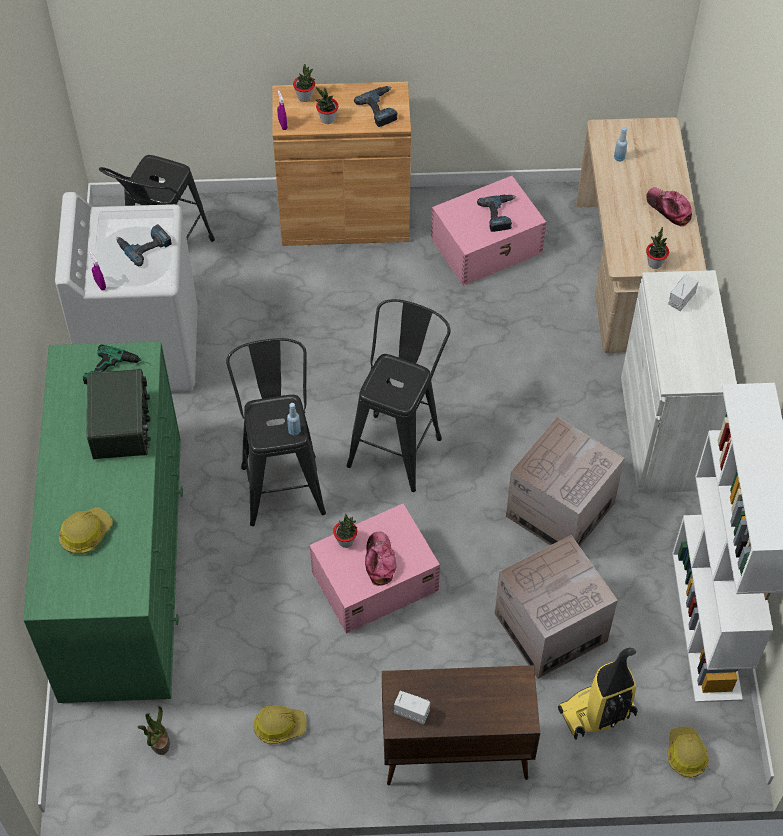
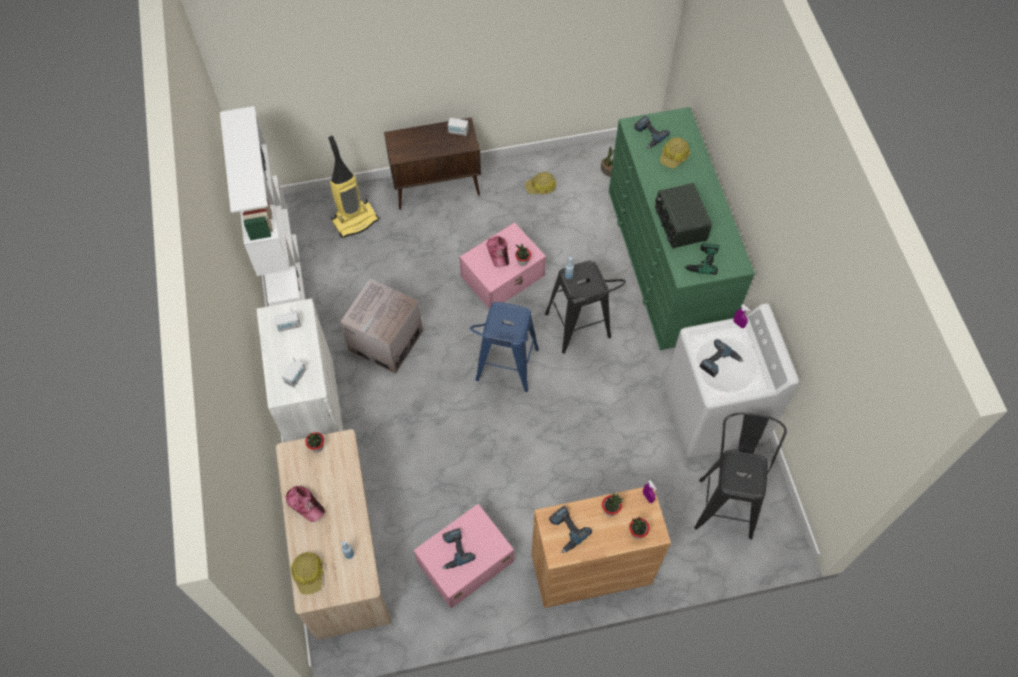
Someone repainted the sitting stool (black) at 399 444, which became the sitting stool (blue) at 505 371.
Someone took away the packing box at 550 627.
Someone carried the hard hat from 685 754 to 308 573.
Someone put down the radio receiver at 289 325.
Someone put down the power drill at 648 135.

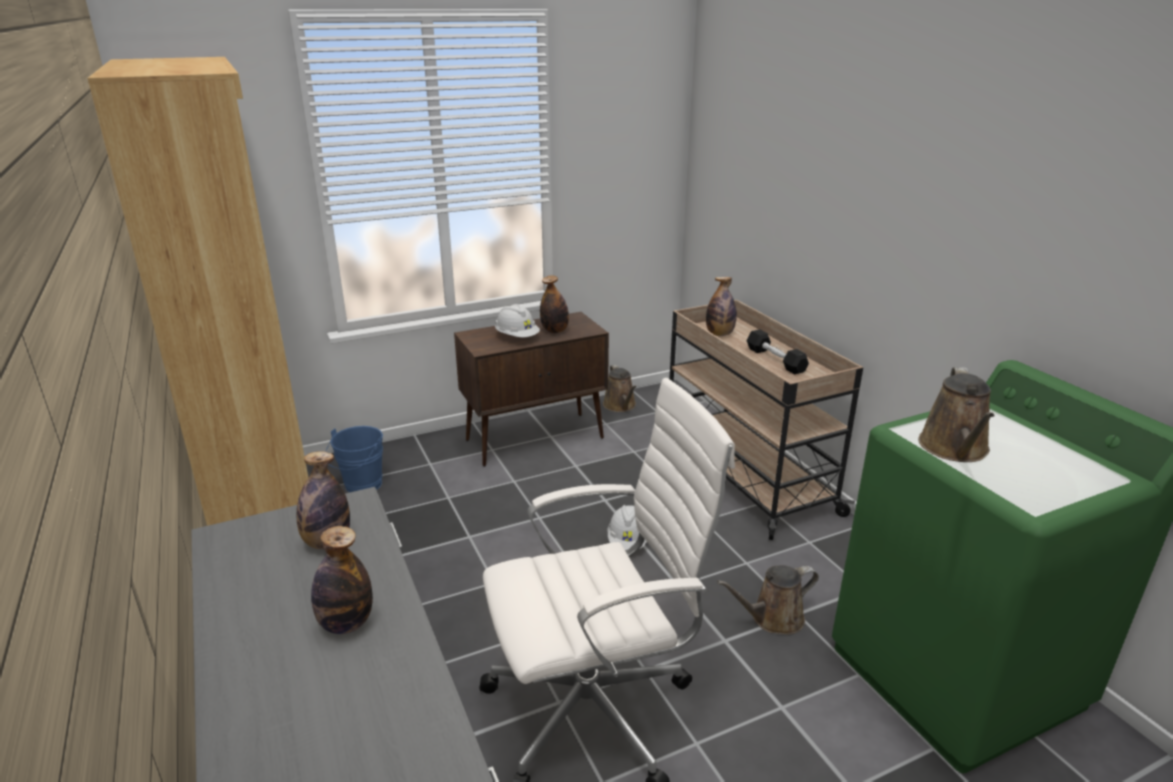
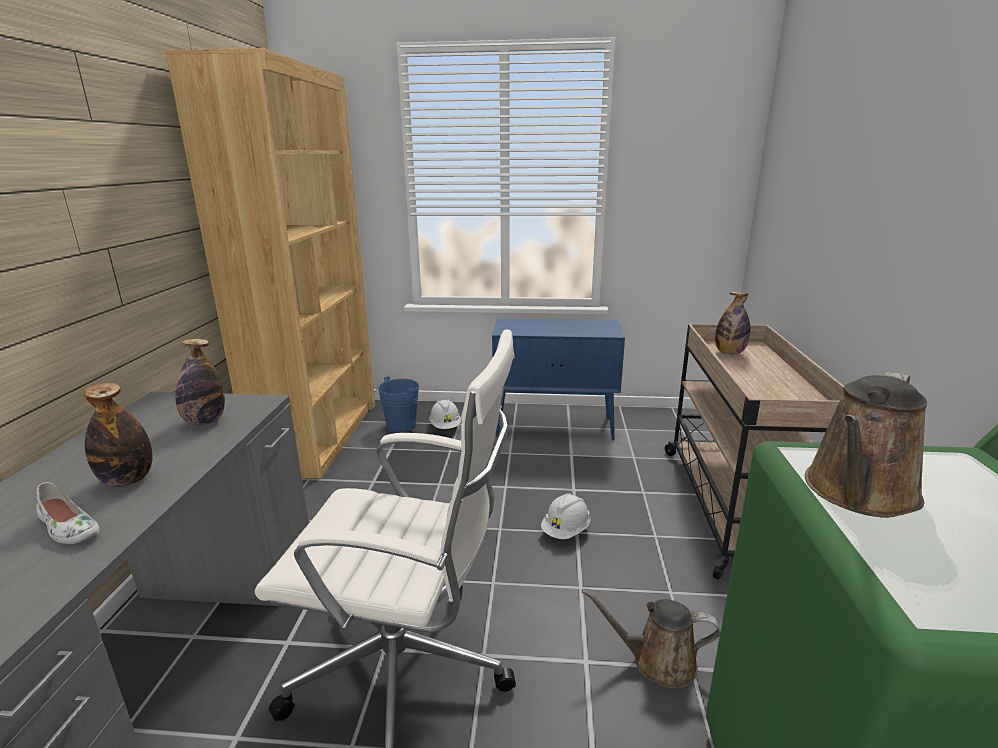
Someone repainted the cabinet (brown) at 536 439, which became the cabinet (blue) at 555 426.
Someone carried the hard hat (white-coloured) from 517 337 to 445 426.
Someone took away the beverage bottle at 555 331.
Someone took away the sprinkling can (brown) at 620 406.
Someone took away the hand weight (black) at 775 360.
Someone put down the item of footwear (white-coloured) at 68 527.

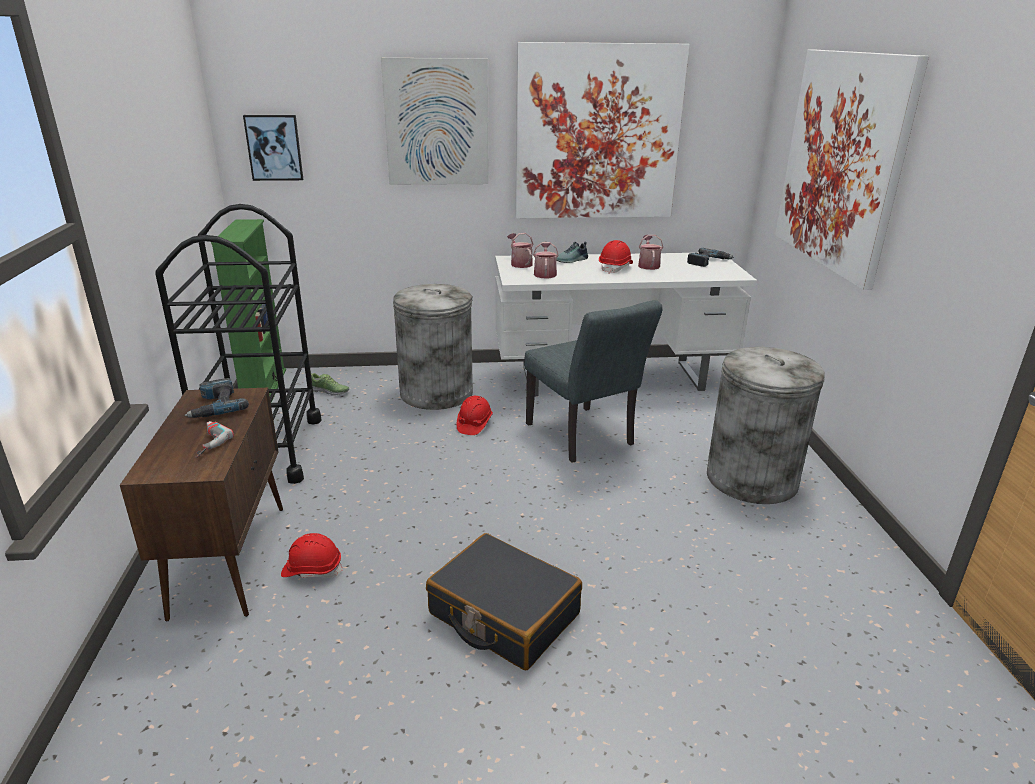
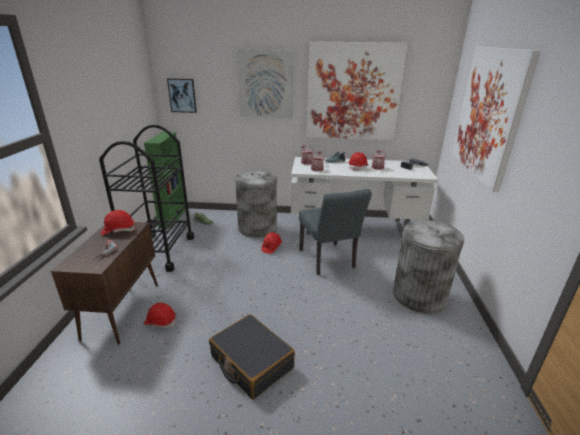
Someone swapped the power drill at 215 405 for the hard hat (reddish) at 118 230.

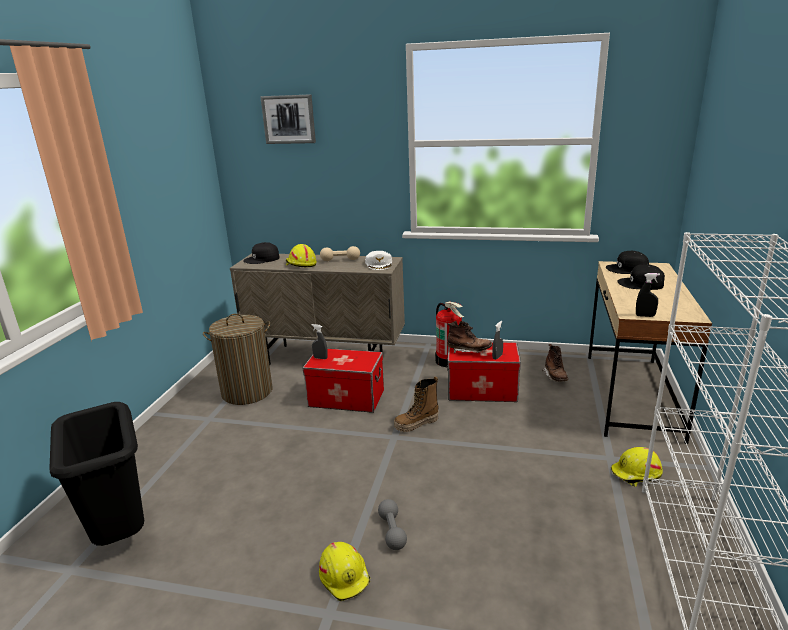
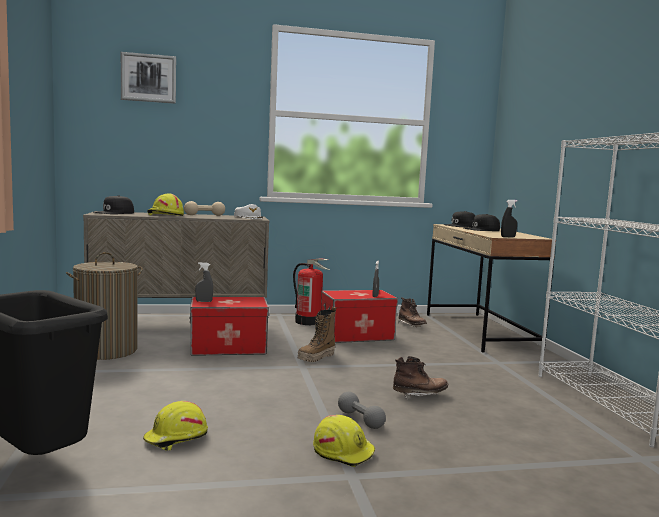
Someone carried the tall boot (brown) from 469 351 to 419 395.
Someone carried the hard hat (yellow) from 636 474 to 176 438.

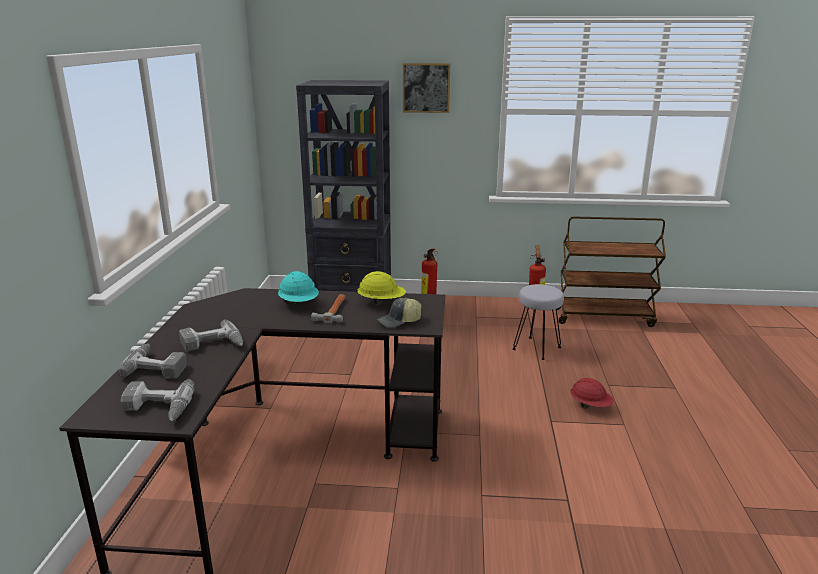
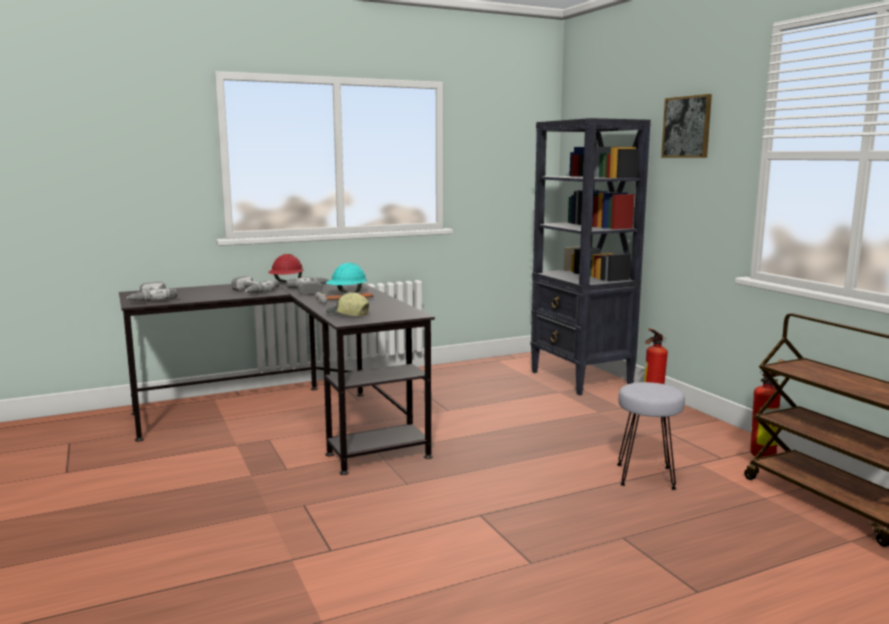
Someone carried the power drill from 158 366 to 312 290.
Someone took away the hard hat (yellow) at 382 302.
Someone carried the hard hat (reddish) from 590 406 to 286 282.

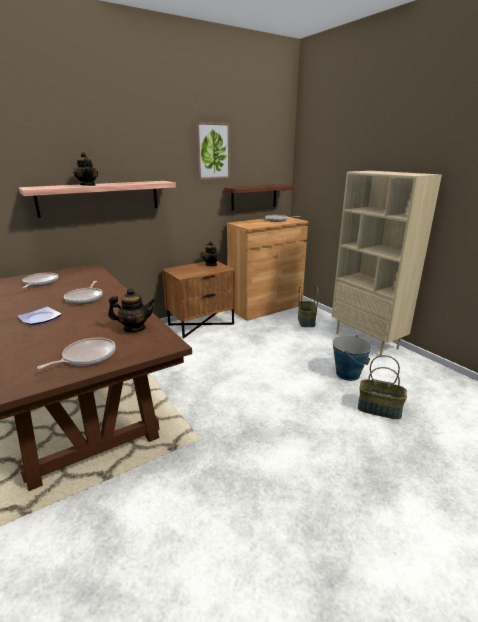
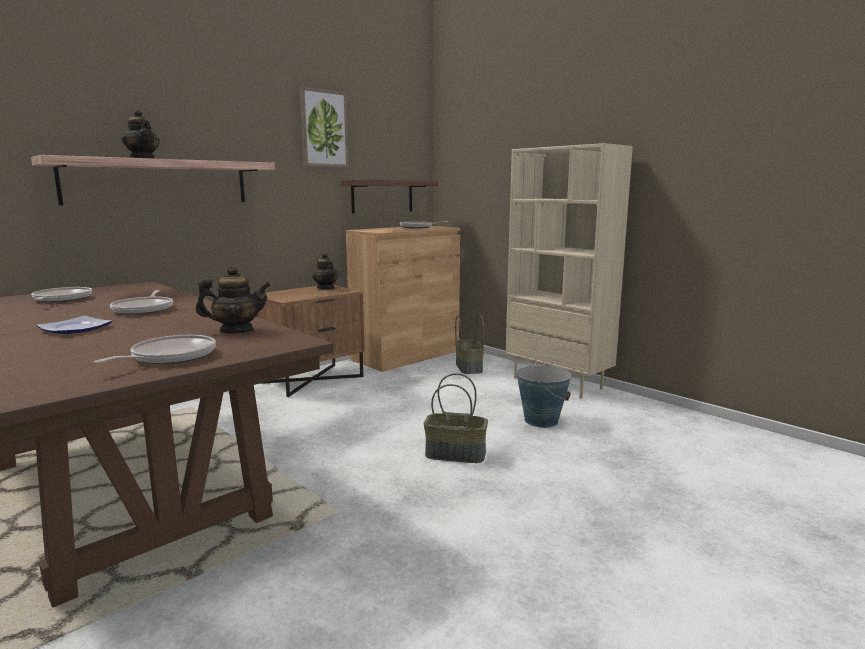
Someone carried the household basket from 379 409 to 456 454.

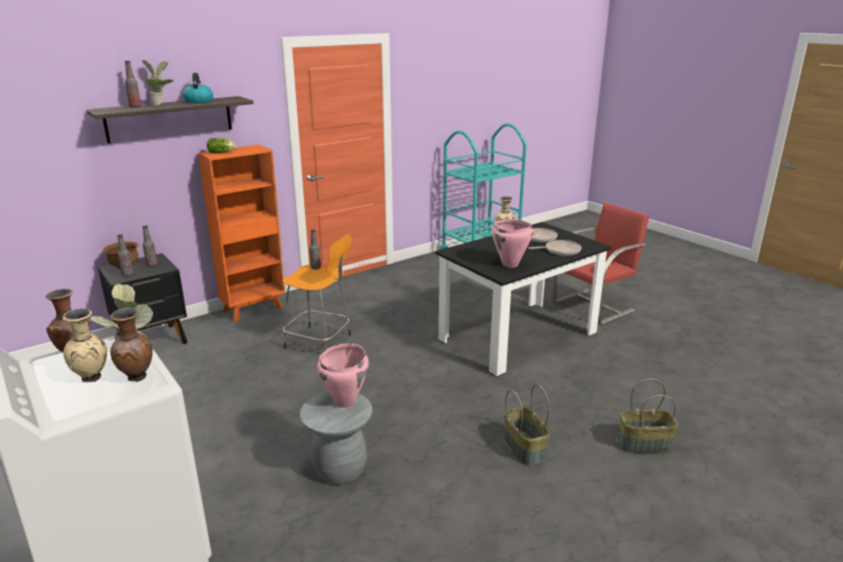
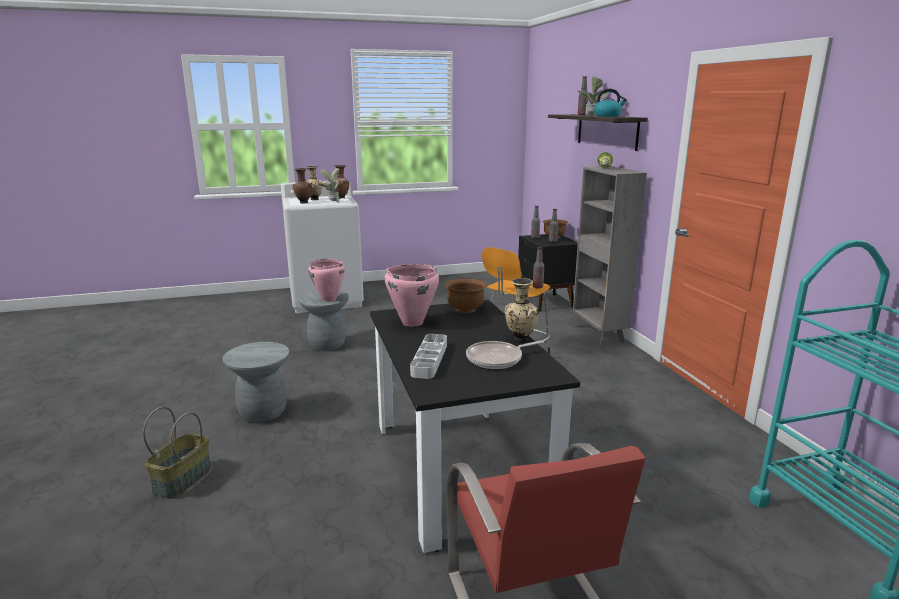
Someone repainted the bookshelf (orange) at 254 309, which became the bookshelf (gray) at 598 334.
Someone swapped the household basket at 525 448 for the sitting stool (gray) at 263 412.
Someone swapped the pan at 560 251 for the serving tray (gray) at 429 359.
Someone put down the serving bowl (brown) at 465 309.

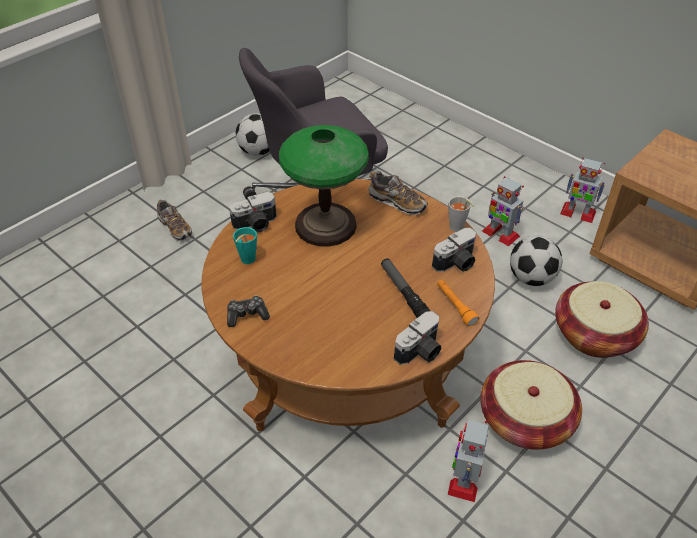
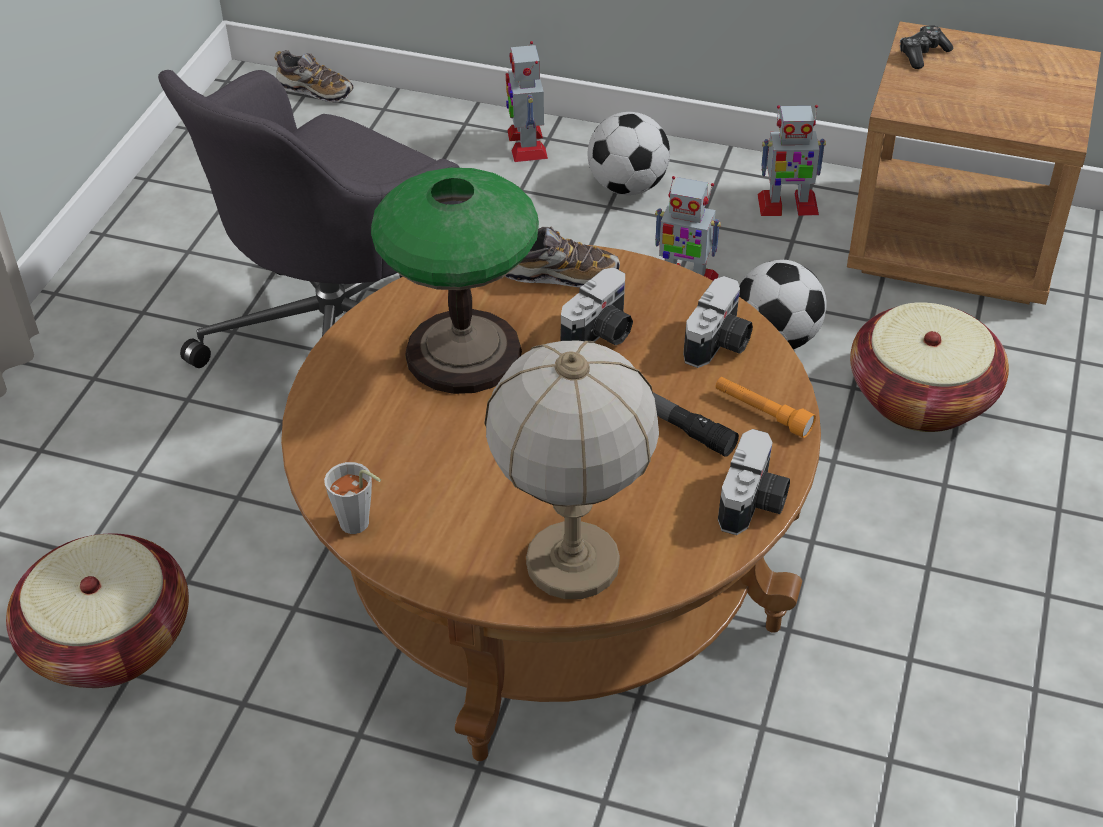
Someone carried the item of footwear from 175 228 to 315 90.
Someone carried the joypad from 247 315 to 922 54.
Someone carried the still camera from 256 224 to 601 334.
Someone took away the cup (blue-green) at 246 261.
Someone carried the ball for football from 258 151 to 627 186.
Someone carried the cup (gray) from 458 229 to 359 526.
Someone carried the toy robot from 464 478 to 526 144.
Someone carried the household basket from 525 420 to 110 640.
Someone put down the tabletop lamp at 572 564.

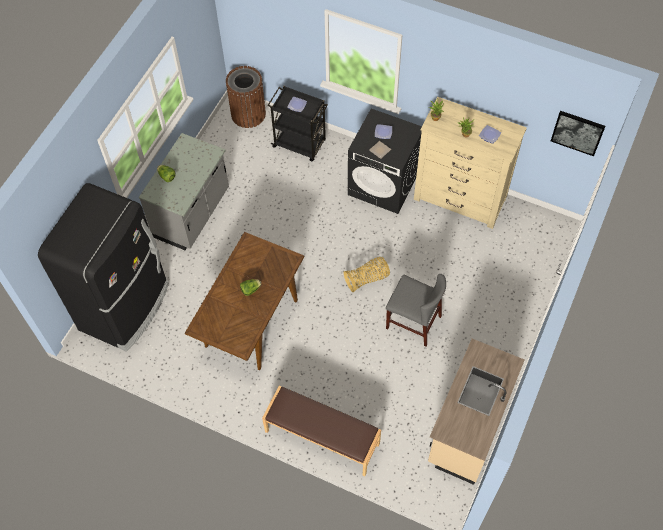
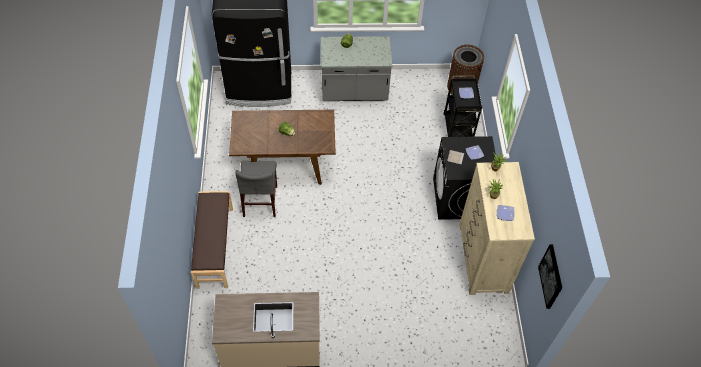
Someone took away the household basket at 367 279.
Someone carried the chair (gray) from 413 322 to 260 201.

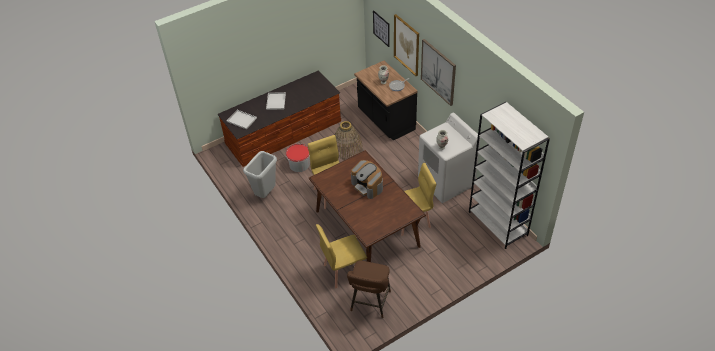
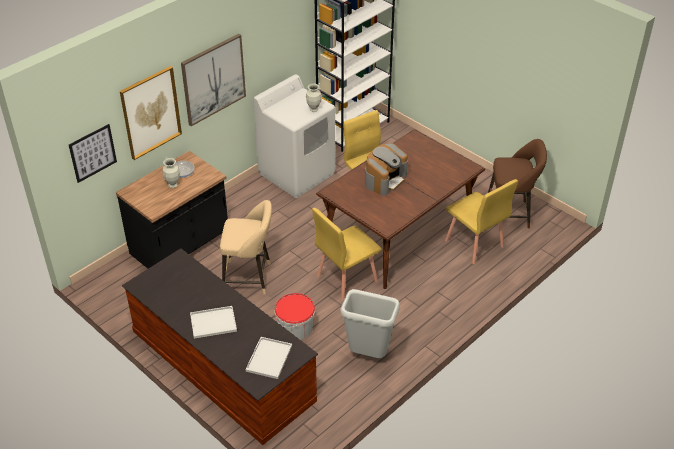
Someone swapped the household basket at 347 149 for the sitting stool (sand-coloured) at 250 278.

